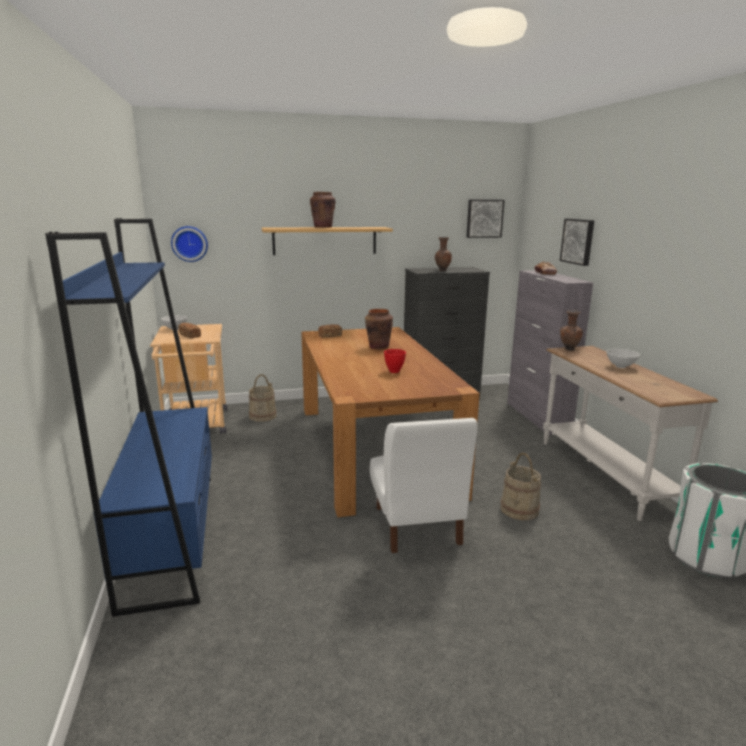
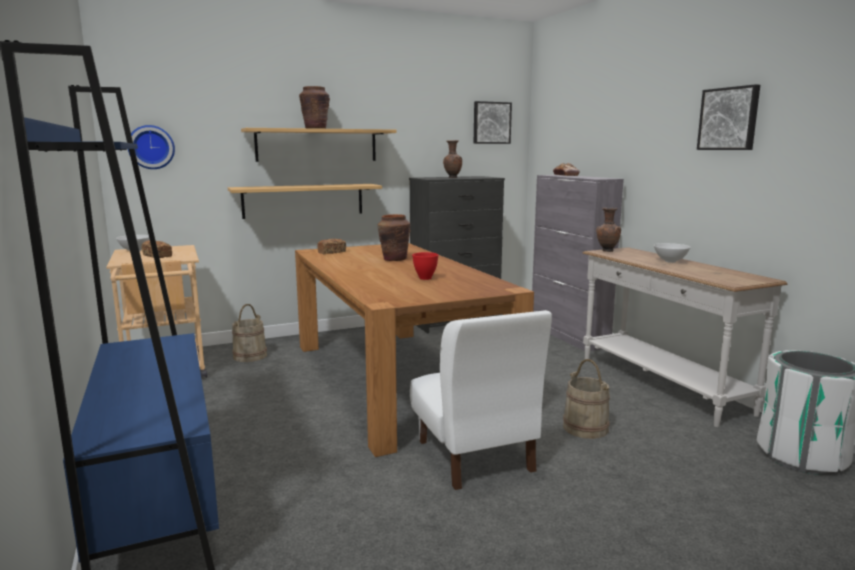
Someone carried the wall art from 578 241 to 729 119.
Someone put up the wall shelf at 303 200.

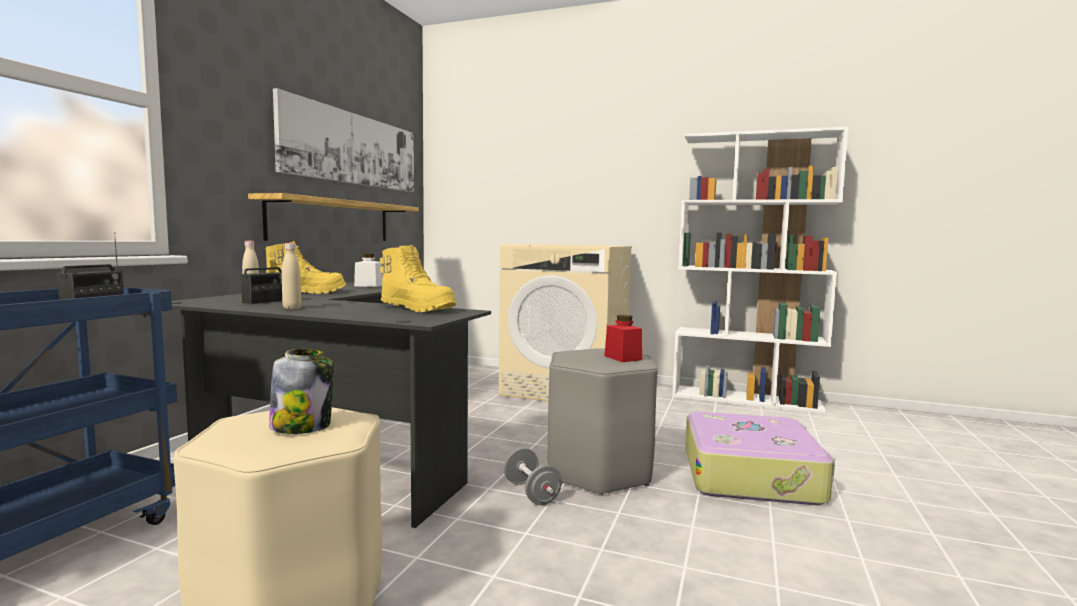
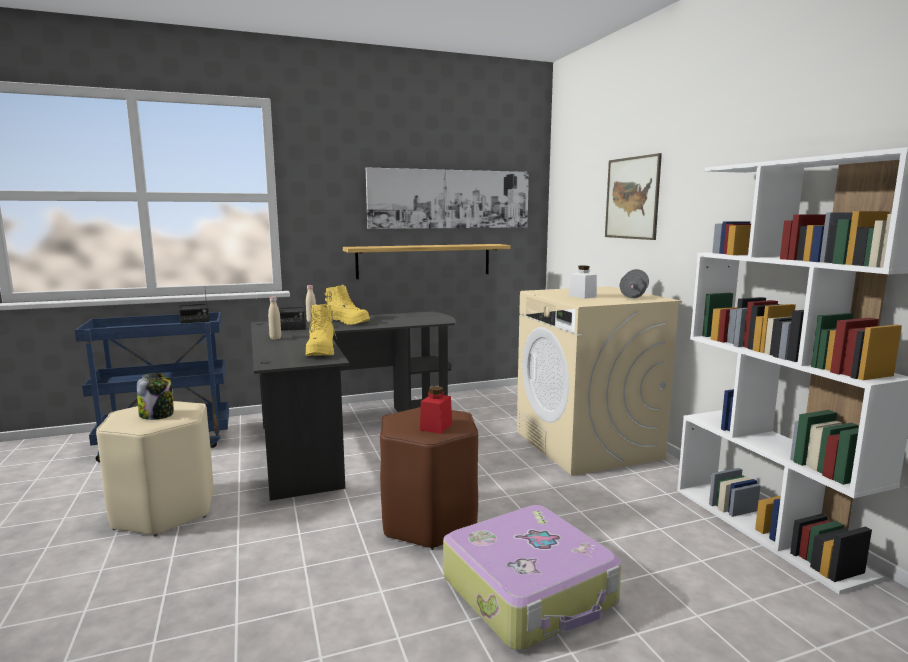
Someone carried the jar (white-coloured) from 368 285 to 582 296.
Someone carried the hand weight (gray) from 531 493 to 633 296.
Someone repainted the sitting stool (gray) at 598 471, which became the sitting stool (brown) at 428 522.
Someone put up the wall art at 632 198.

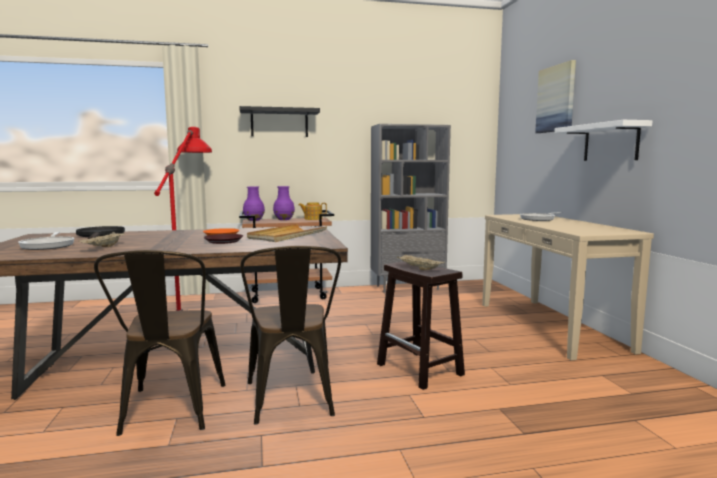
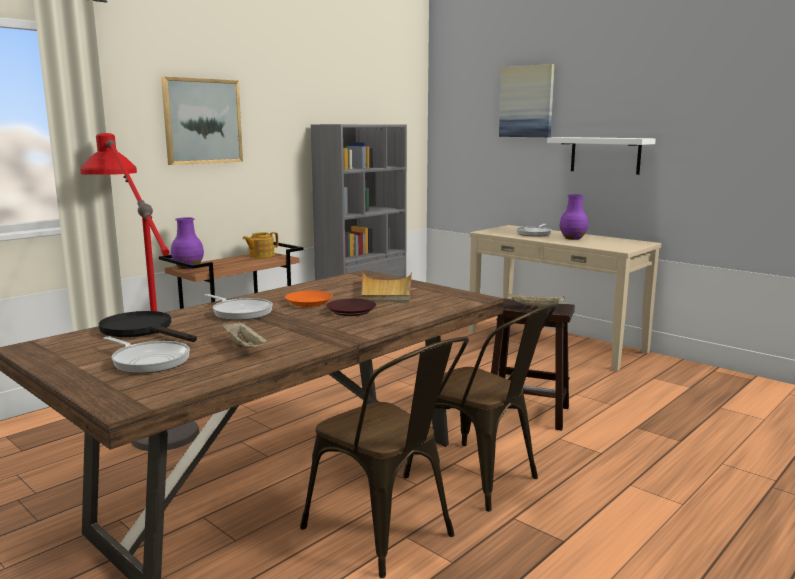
Someone swapped the wall shelf (black) at 279 123 for the wall art at 202 121.
Someone carried the decorative vase (purple-coloured) from 284 219 to 572 238.
Someone put down the pan at 240 312.

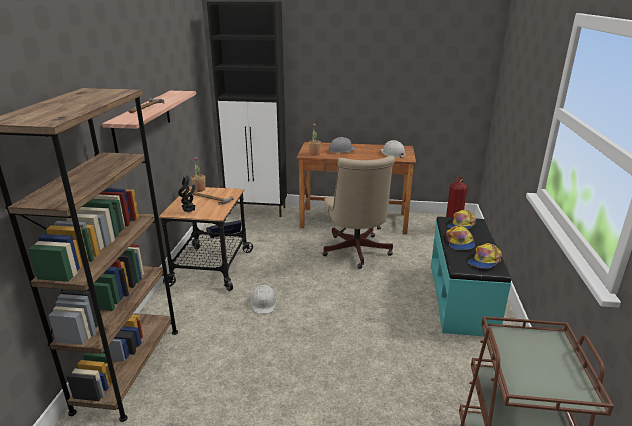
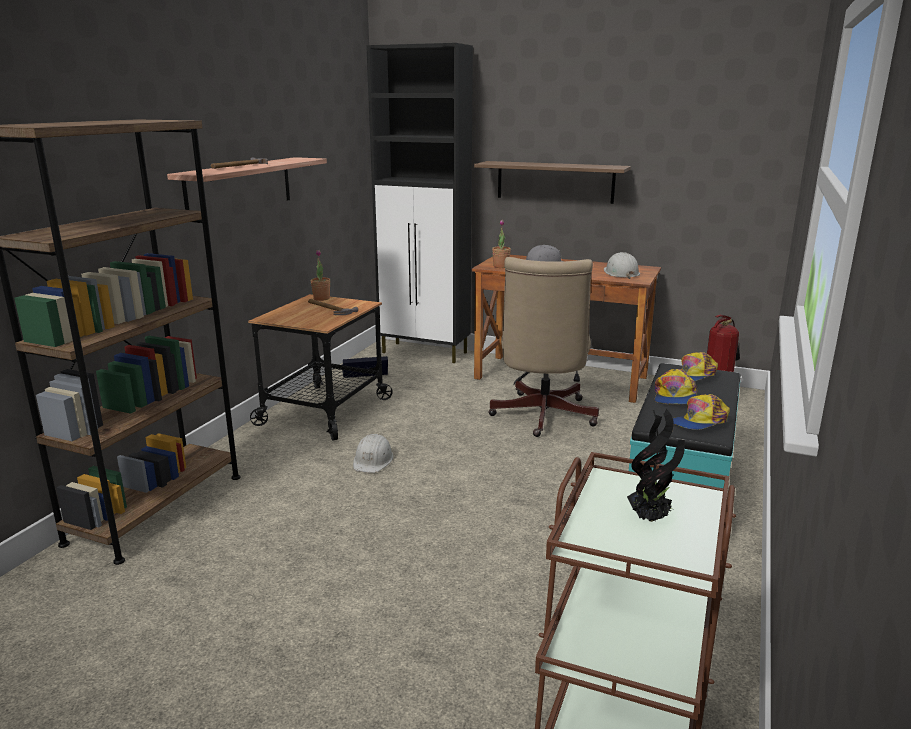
Someone carried the plant in a pot from 189 212 to 651 519.
Someone put up the wall shelf at 555 182.

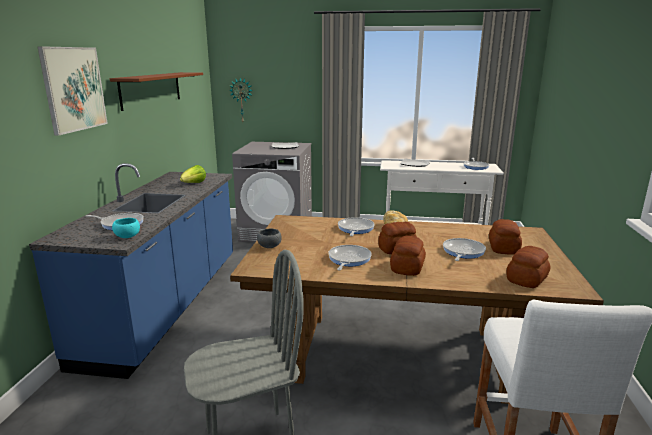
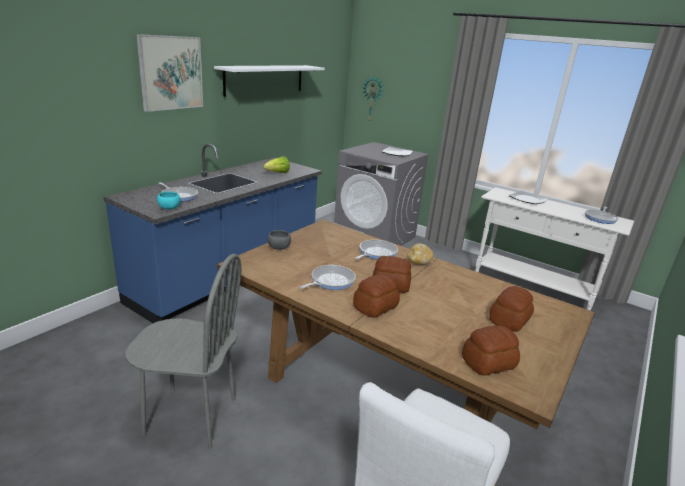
Someone repainted the wall shelf (brown) at 151 89, which became the wall shelf (white-coloured) at 265 79.
Someone took away the pan at 462 252.

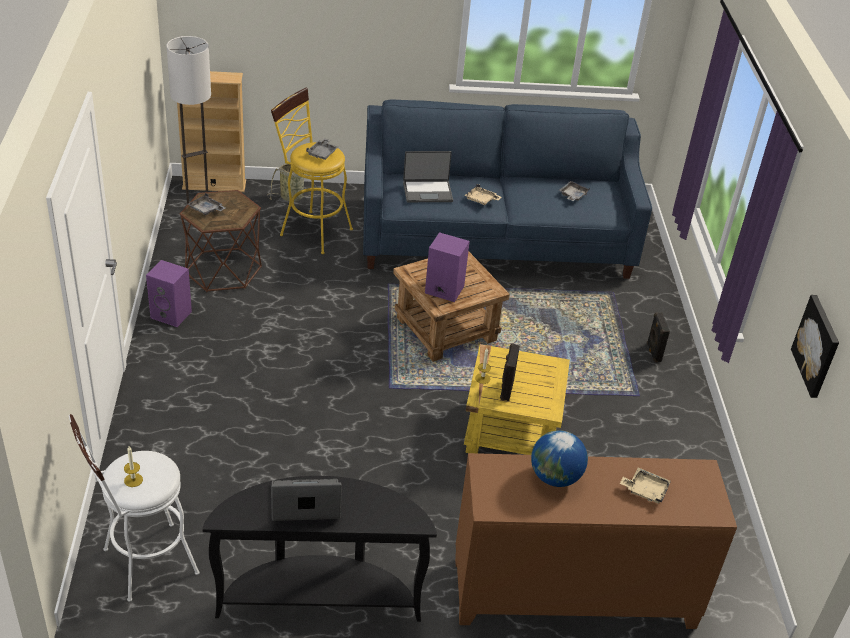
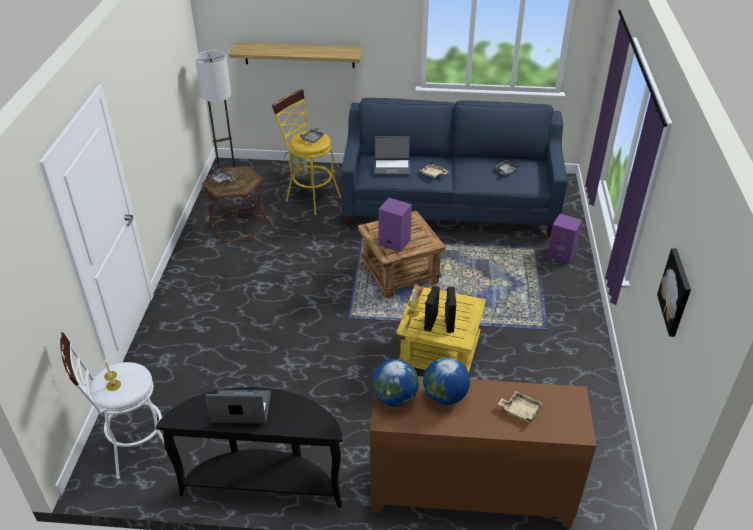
Someone carried the audio speaker (purple-coloured) from 172 314 to 562 254.
Someone took away the bookshelf (sand-coloured) at 214 185.
Someone carried the audio speaker (black) from 653 352 to 448 323.
Someone put up the wall shelf at 299 55.
Someone put down the desk globe at 395 398.

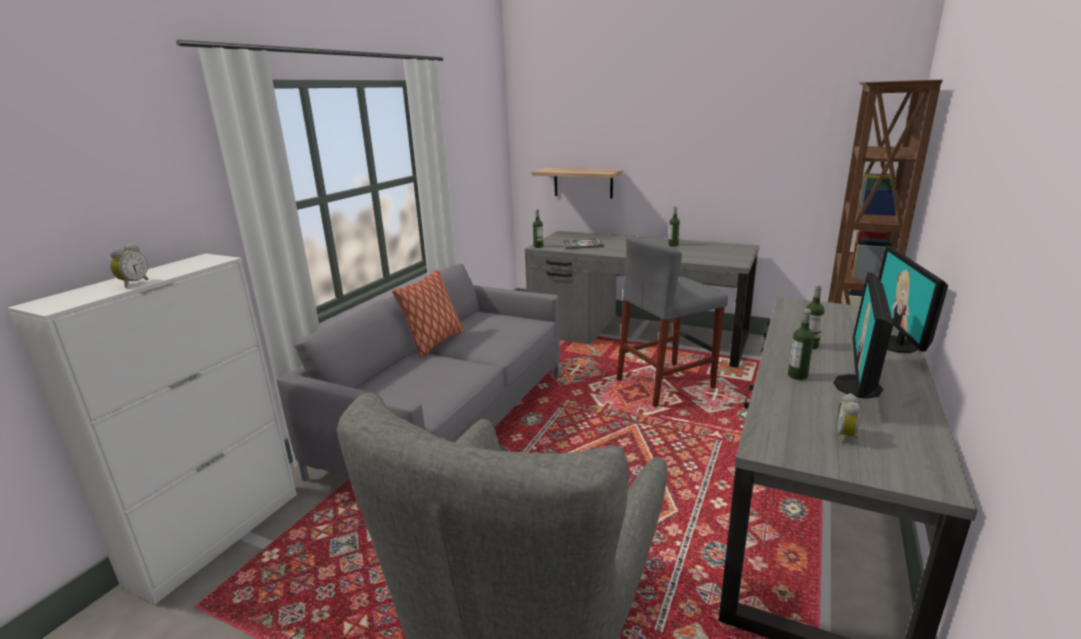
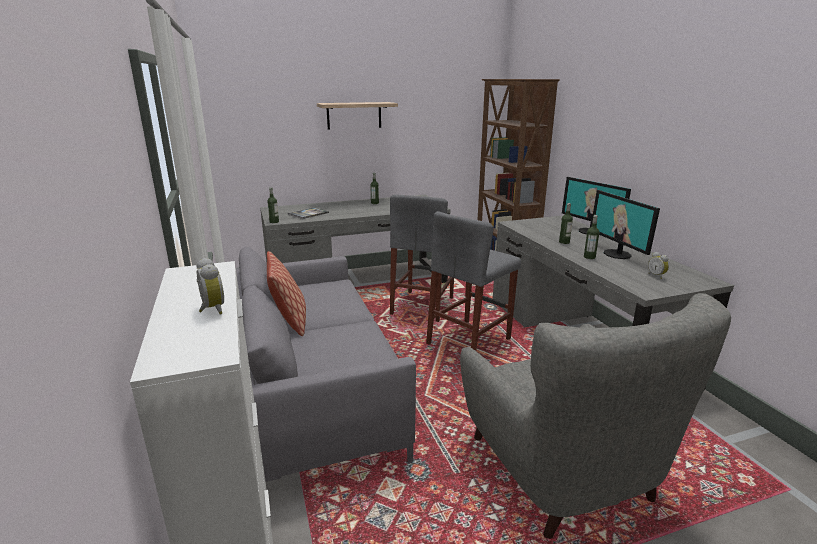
Someone carried the wall shelf from 583 182 to 354 115.
Someone put down the sitting stool (gray) at 469 341.

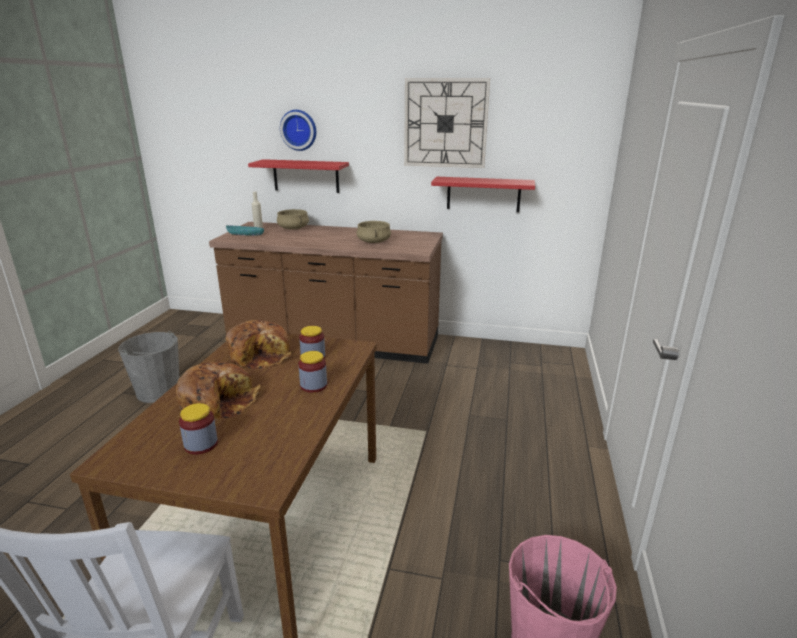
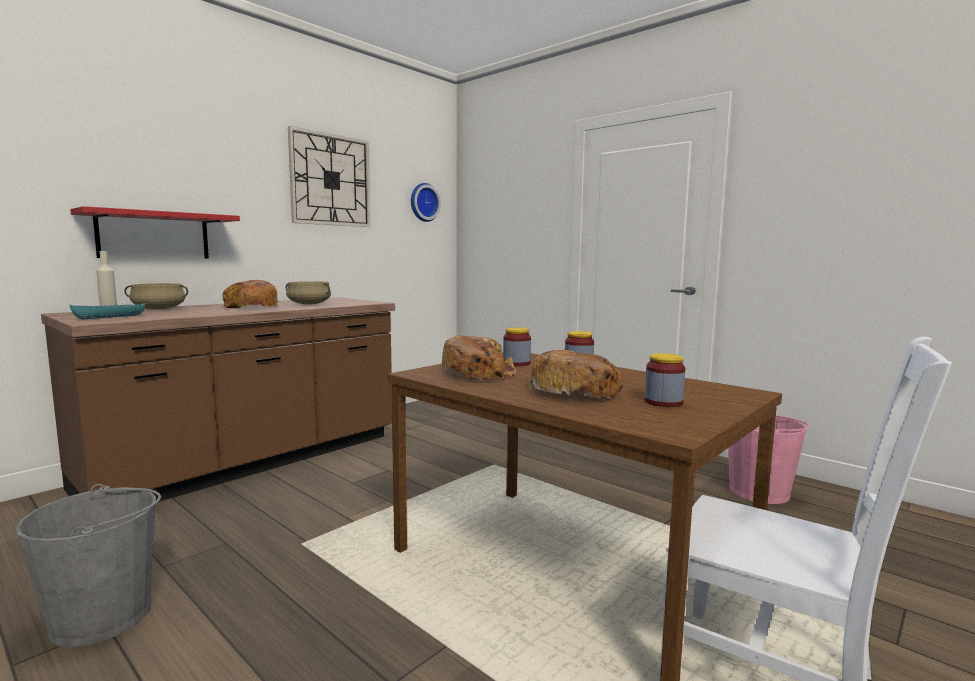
Someone carried the hanging clock from 299 130 to 423 202.
Someone took away the wall shelf (reddish) at 483 194.
Someone put down the baked bread at 248 307.

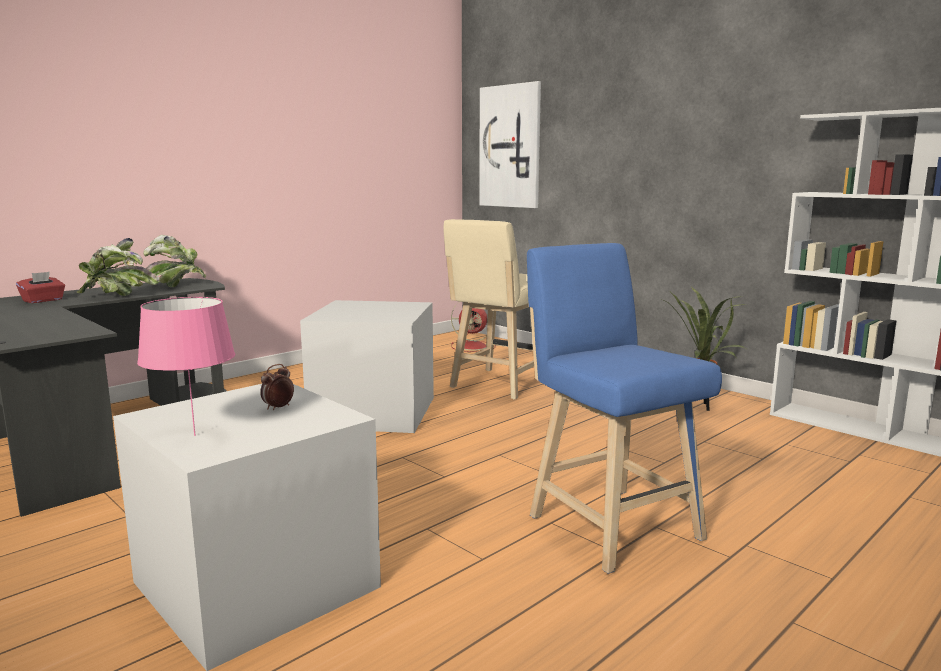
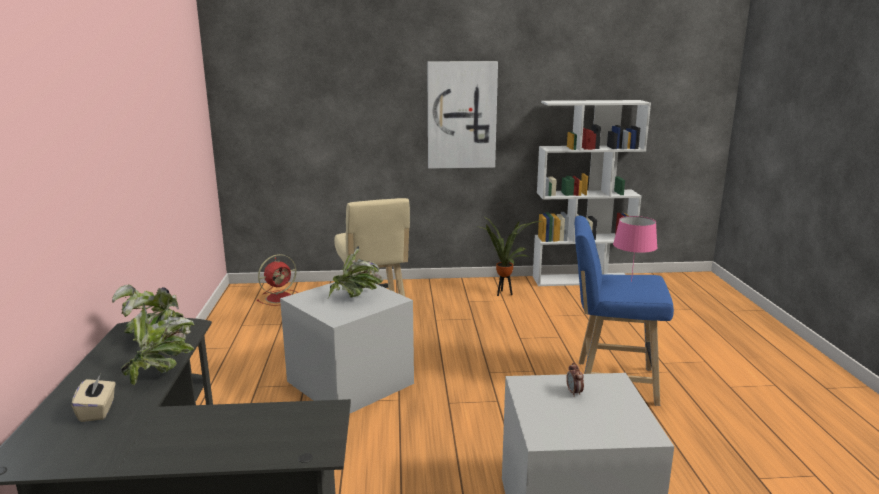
Someone repainted the tissue holder (reddish) at 43 300, which became the tissue holder (sand-coloured) at 98 411.
Someone carried the tabletop lamp (pink-coloured) from 194 435 to 630 281.
Someone carried the wall art from 510 146 to 461 115.
Someone put down the plant in a pot at 355 297.

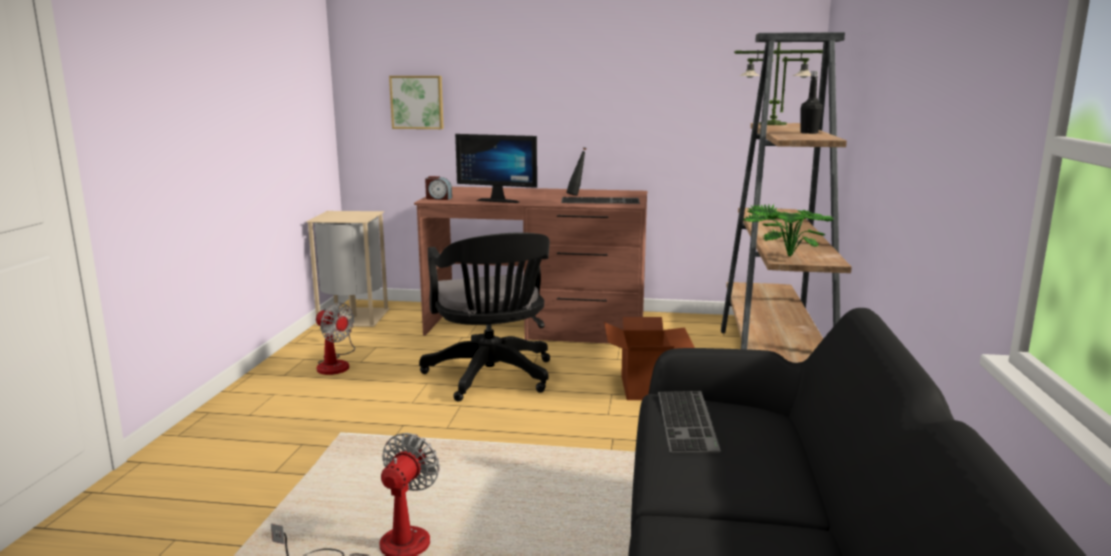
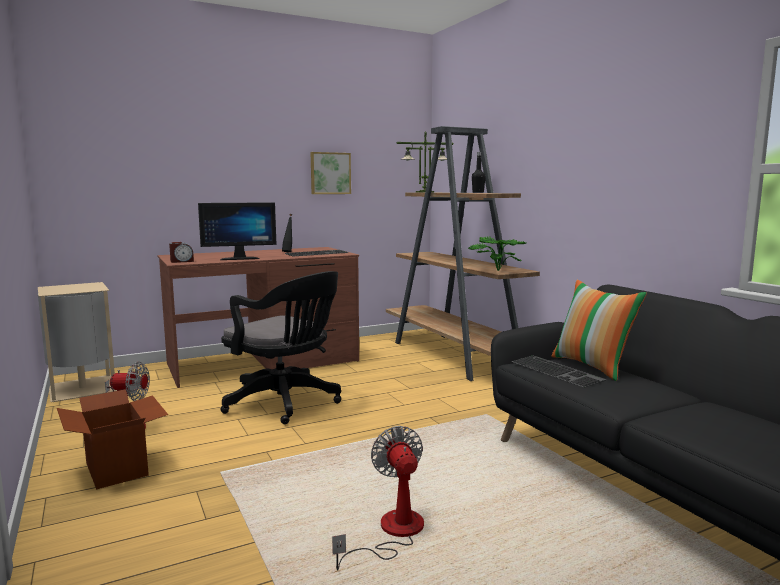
Someone carried the wall art from 417 102 to 330 173.
Someone carried the packing box from 646 387 to 118 468.
Someone put down the pillow at 592 366.

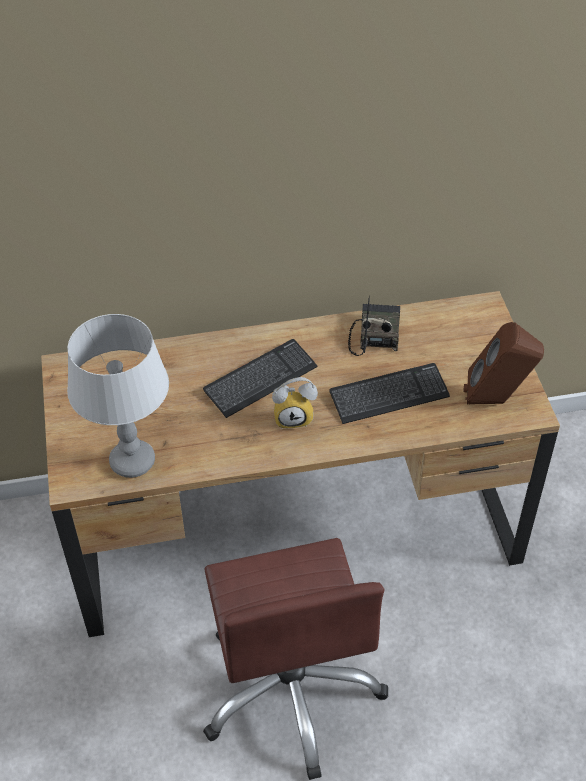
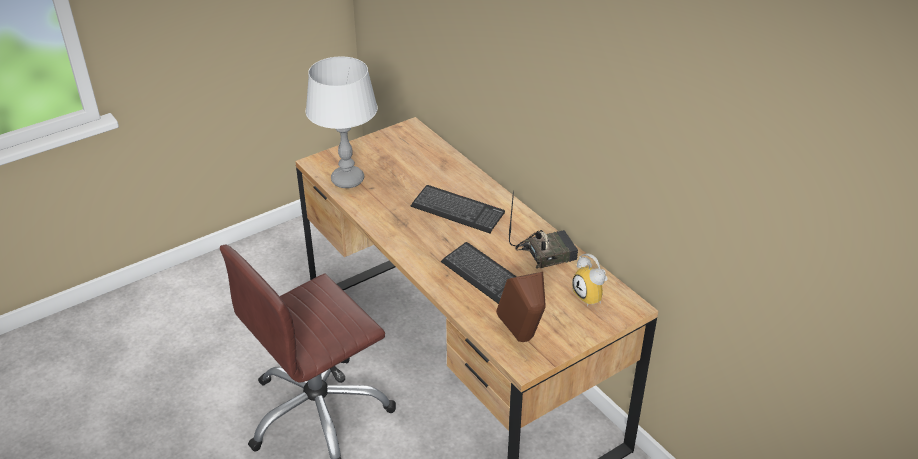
Someone carried the table clock from 294 417 to 592 296.

